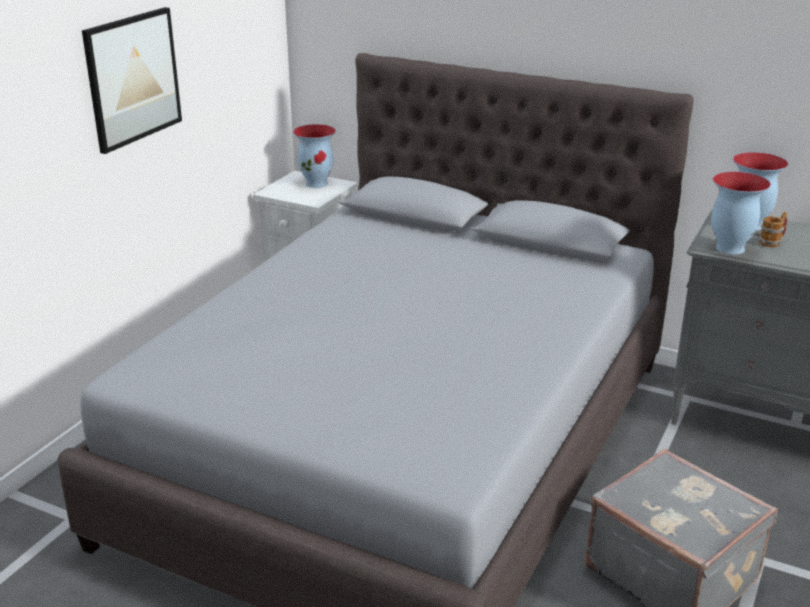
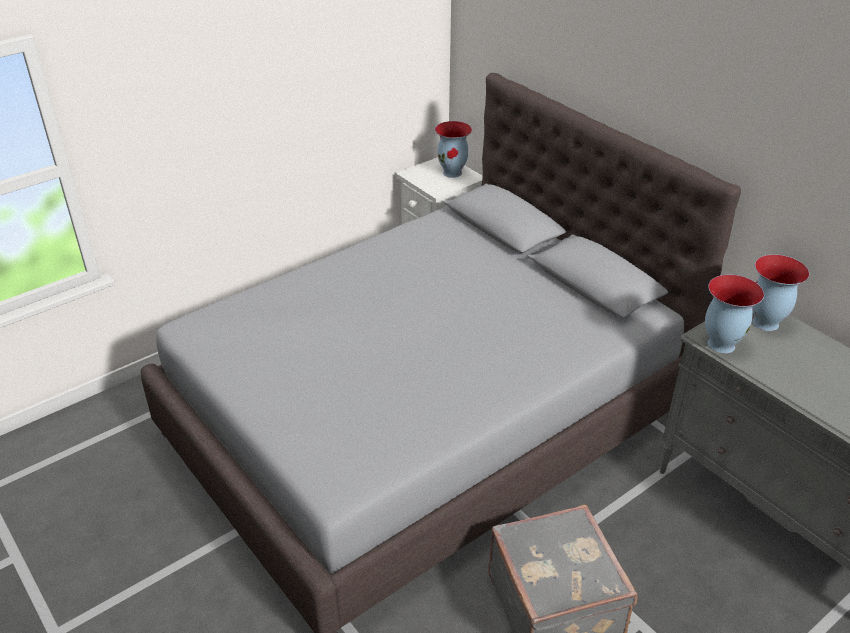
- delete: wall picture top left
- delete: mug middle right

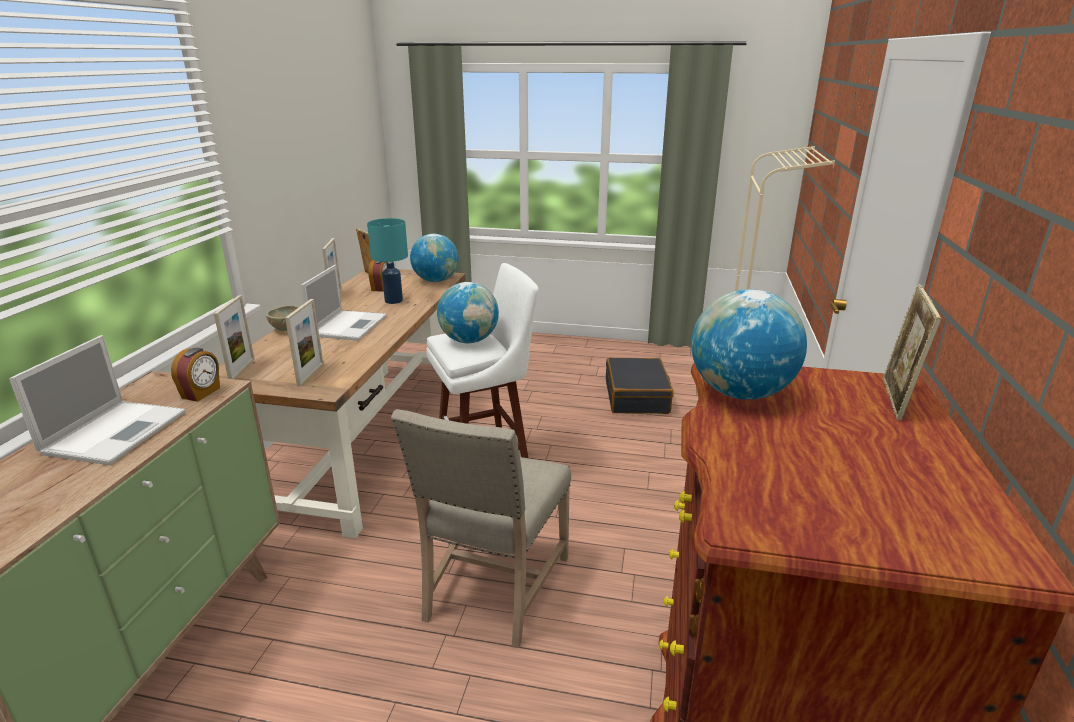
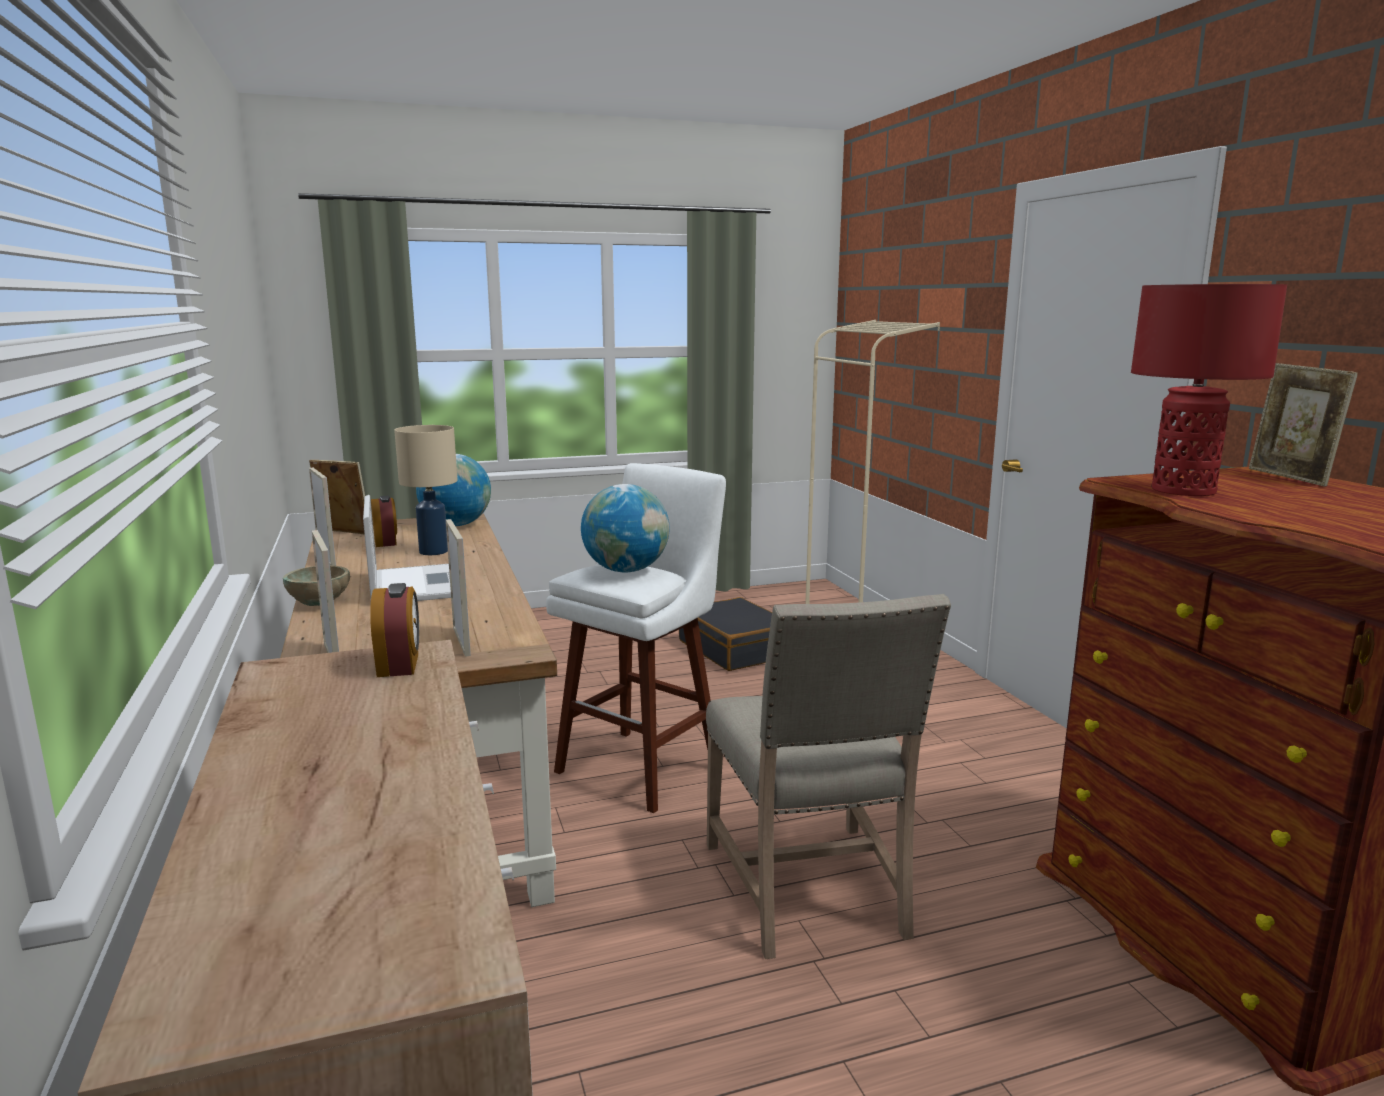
- delete: notebook computer (1st from left) middle left
- recolor: blue-green table lamp centre to beige table lamp middle left
- replace: desk globe (3rd from left) middle right to reddish table lamp middle right

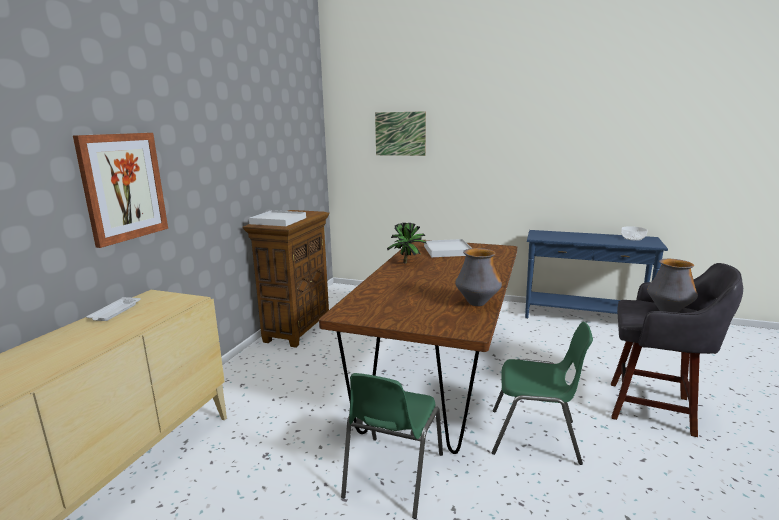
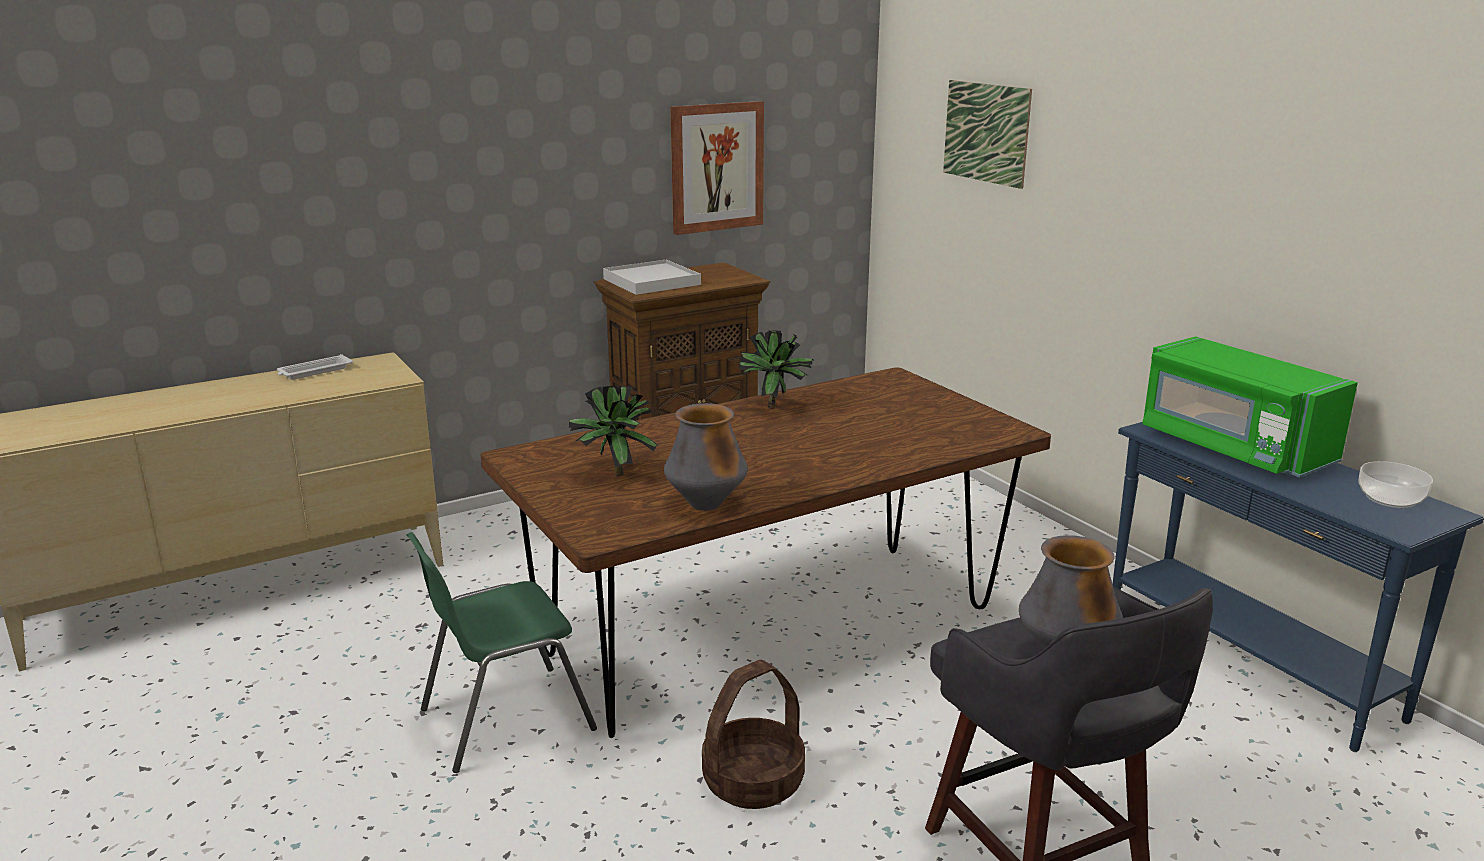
- move: wall picture (1st from left) middle left to top centre
- delete: white-coloured carrying tray (3rd from left) centre
- replace: green-coloured chair (2nd from left) bottom right to basket bottom centre
- insert: houseplant (1st from left) centre
- insert: green-coloured microwave oven middle right

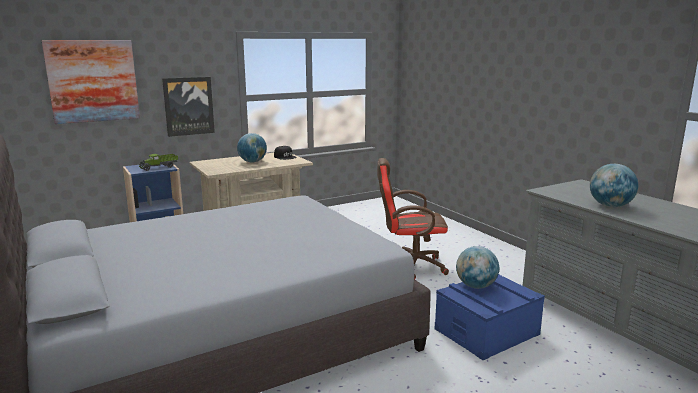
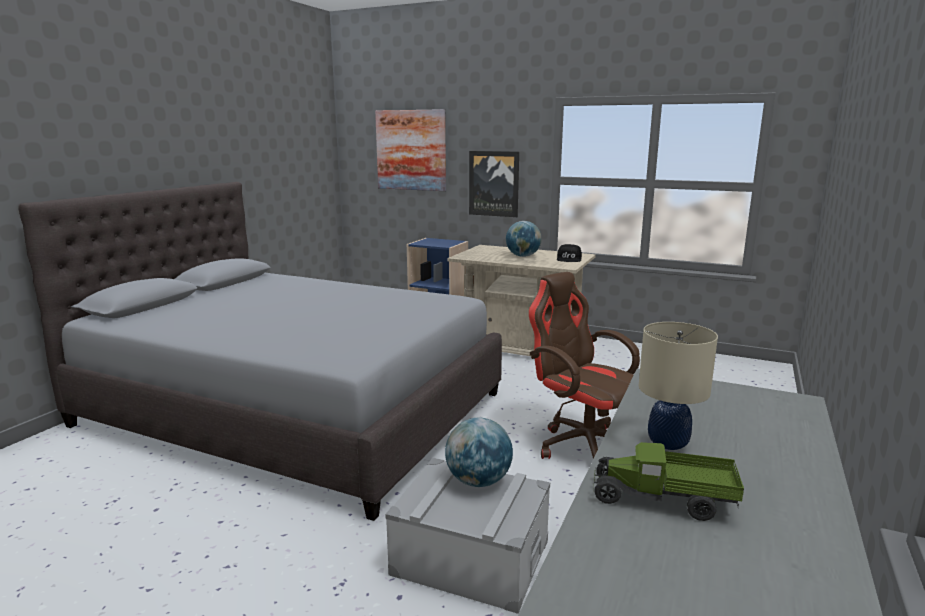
- move: toy lorry middle left to bottom right
- recolor: bluish storage box bottom right to grey storage box bottom centre
- replace: desk globe (3rd from left) middle right to beige table lamp middle right

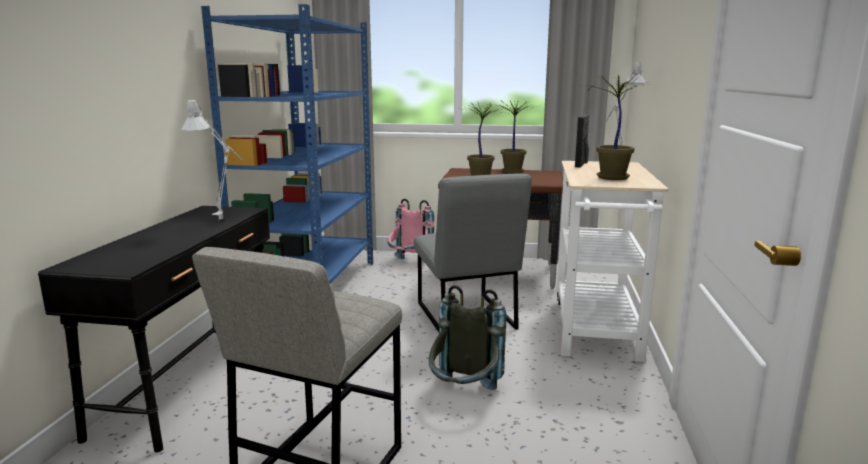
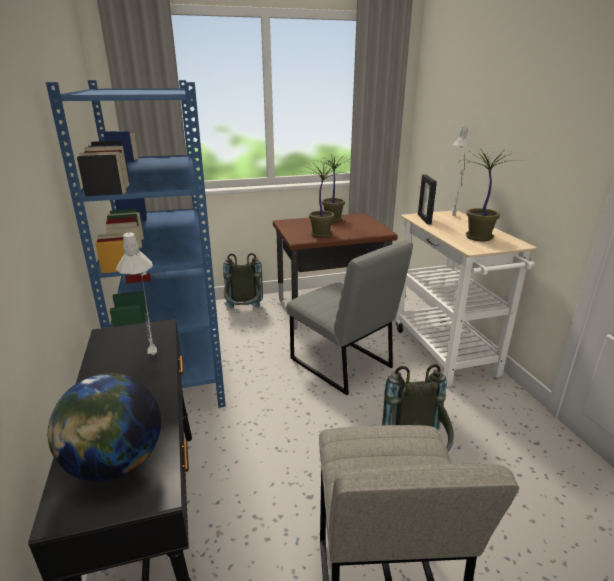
- recolor: pink-coloured rucksack centre to grey rucksack (1st from left) centre
- insert: desk globe bottom left

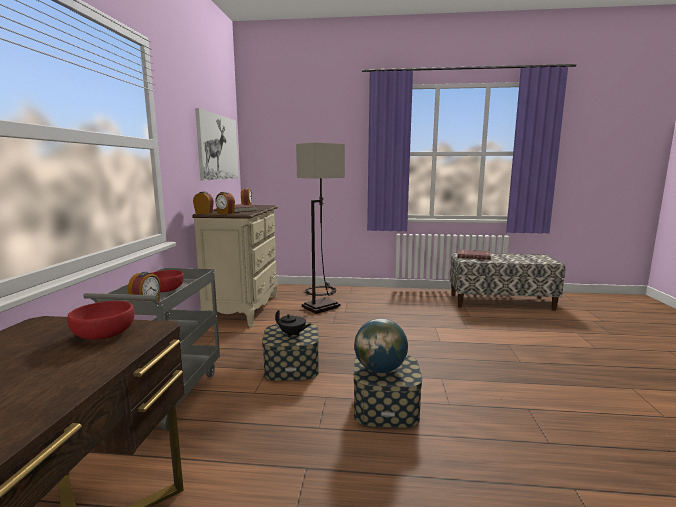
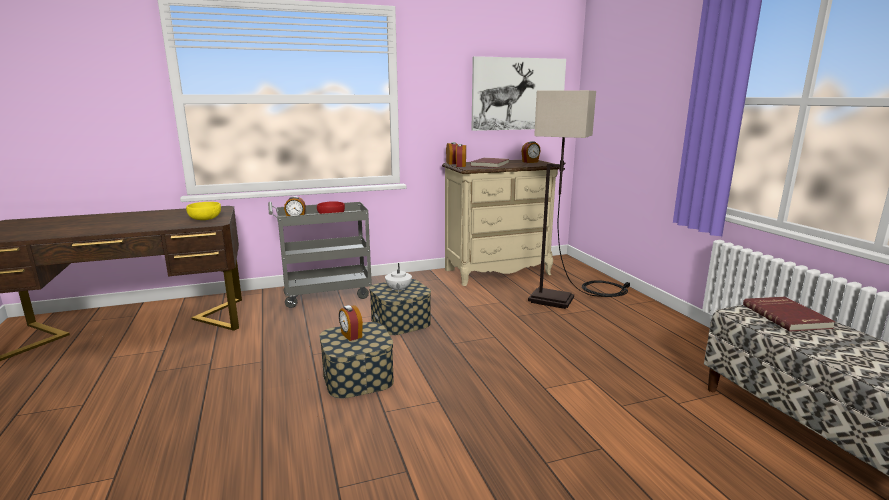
- recolor: reddish serving bowl (1st from left) middle left to yellow serving bowl middle left
- recolor: black-coloured teapot centre to white-coloured teapot centre
- replace: desk globe bottom centre to table clock (2nd from left) centre

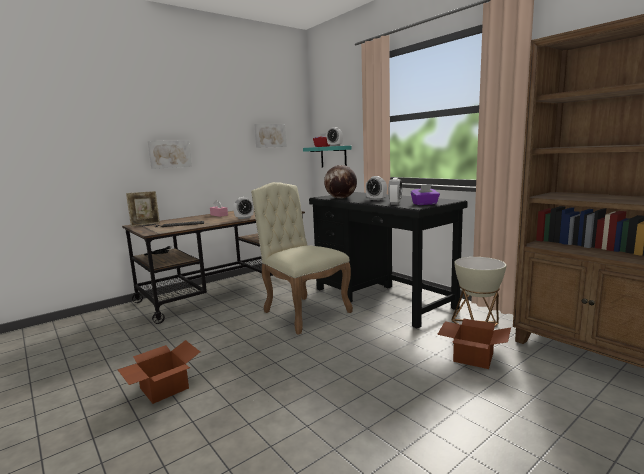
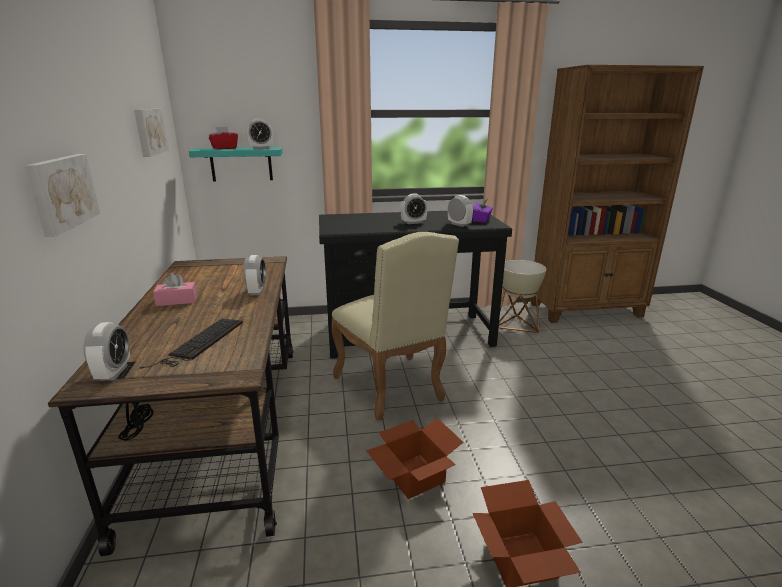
- replace: photo frame middle left to table clock (1st from left) middle left
- rotate: beige chair centre = centre 105 degrees counterclockwise
- delete: desk globe centre
- move: cardboard box (2nd from left in the first image) bottom right to cardboard box (1st from left) bottom centre

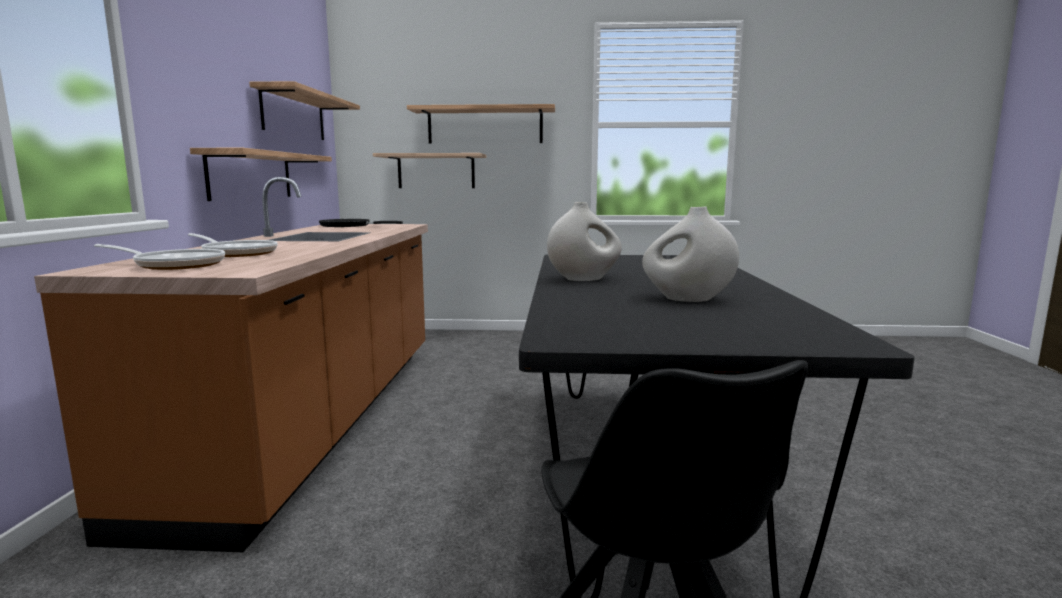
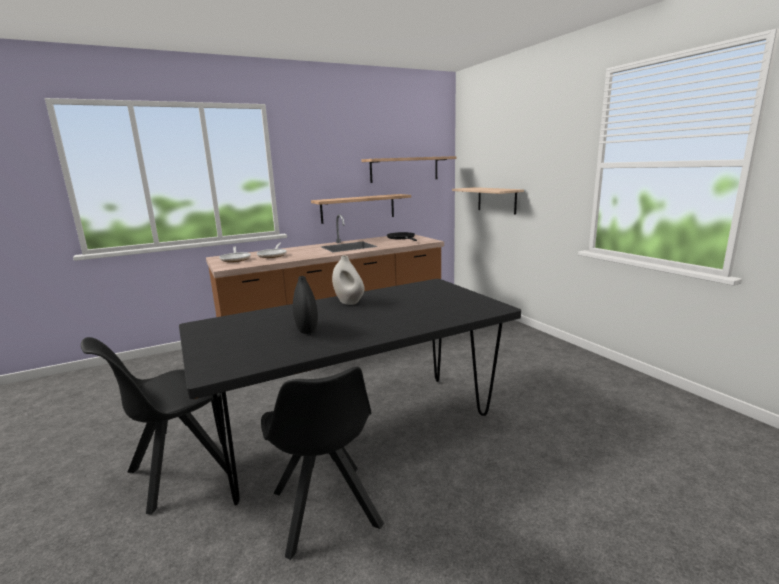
- delete: wall shelf (4th from left) top centre
- recolor: white-coloured flower vase (2nd from left) centre to black-coloured flower vase centre
- insert: black-coloured chair (2nd from left) bottom centre

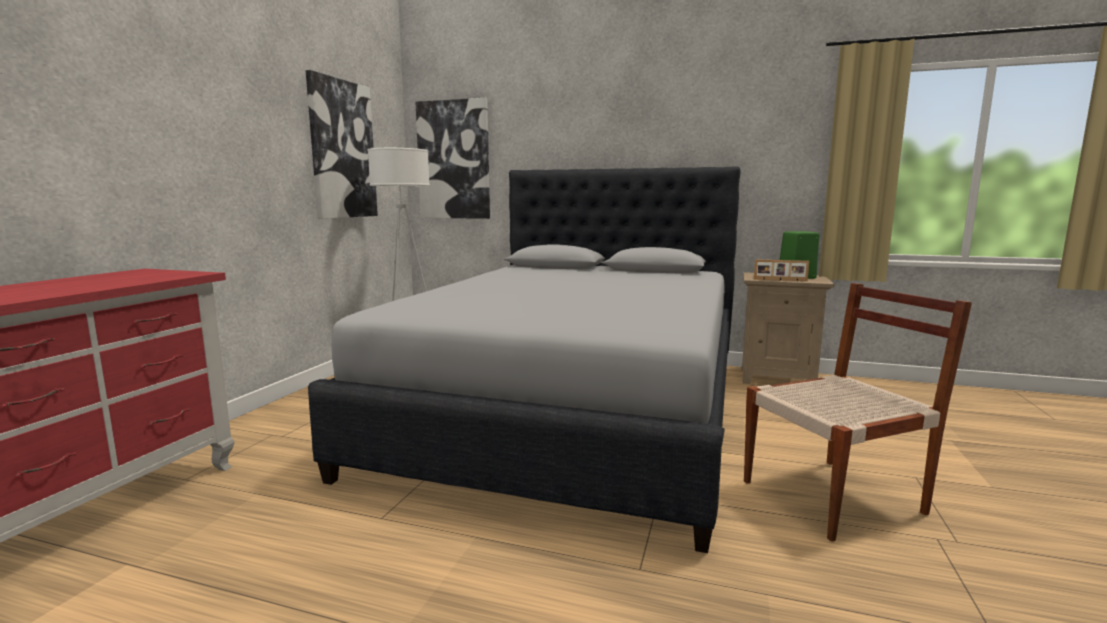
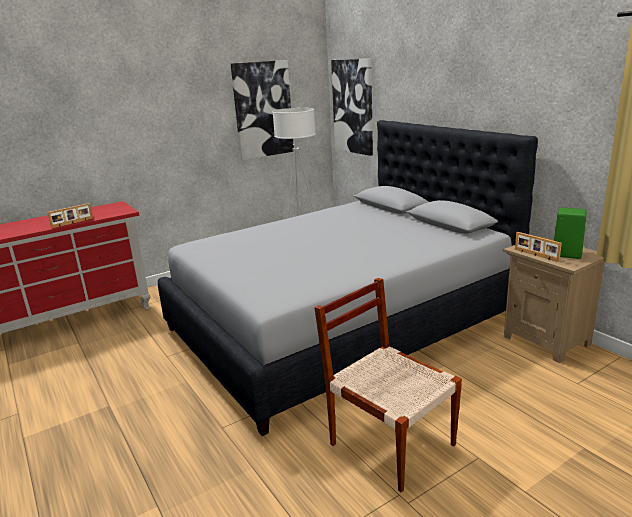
- rotate: chair middle right = bottom centre 150 degrees counterclockwise
- insert: photo frame (1st from left) middle left

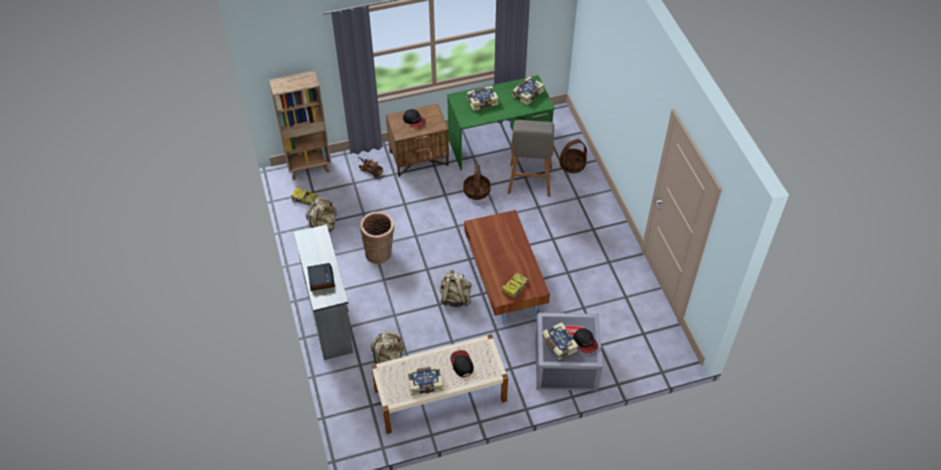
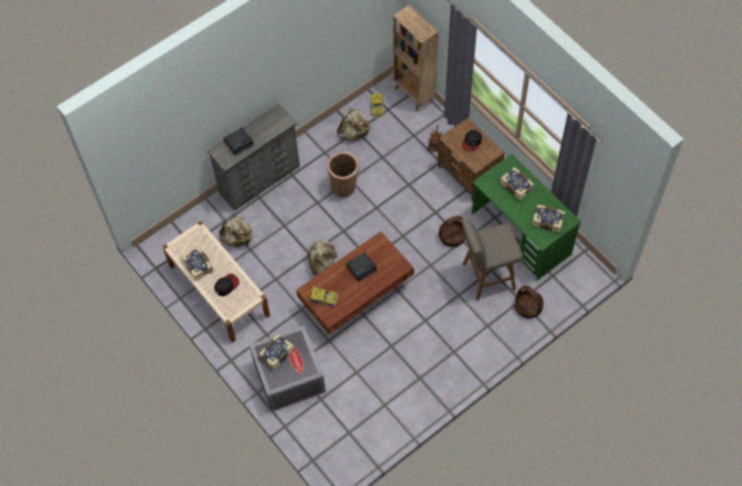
- delete: baseball cap (3rd from left) bottom centre
- insert: table clock (2nd from left) centre

